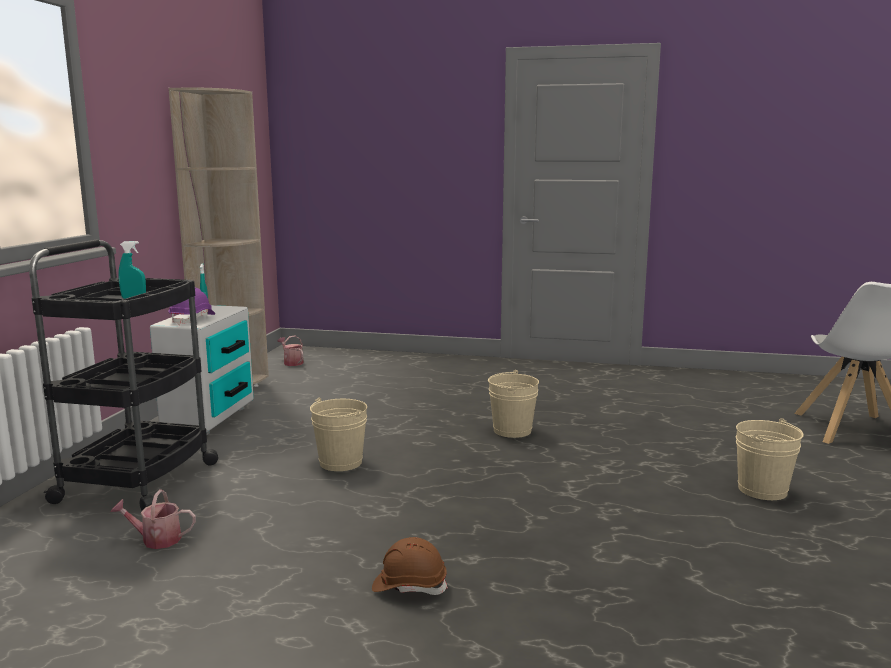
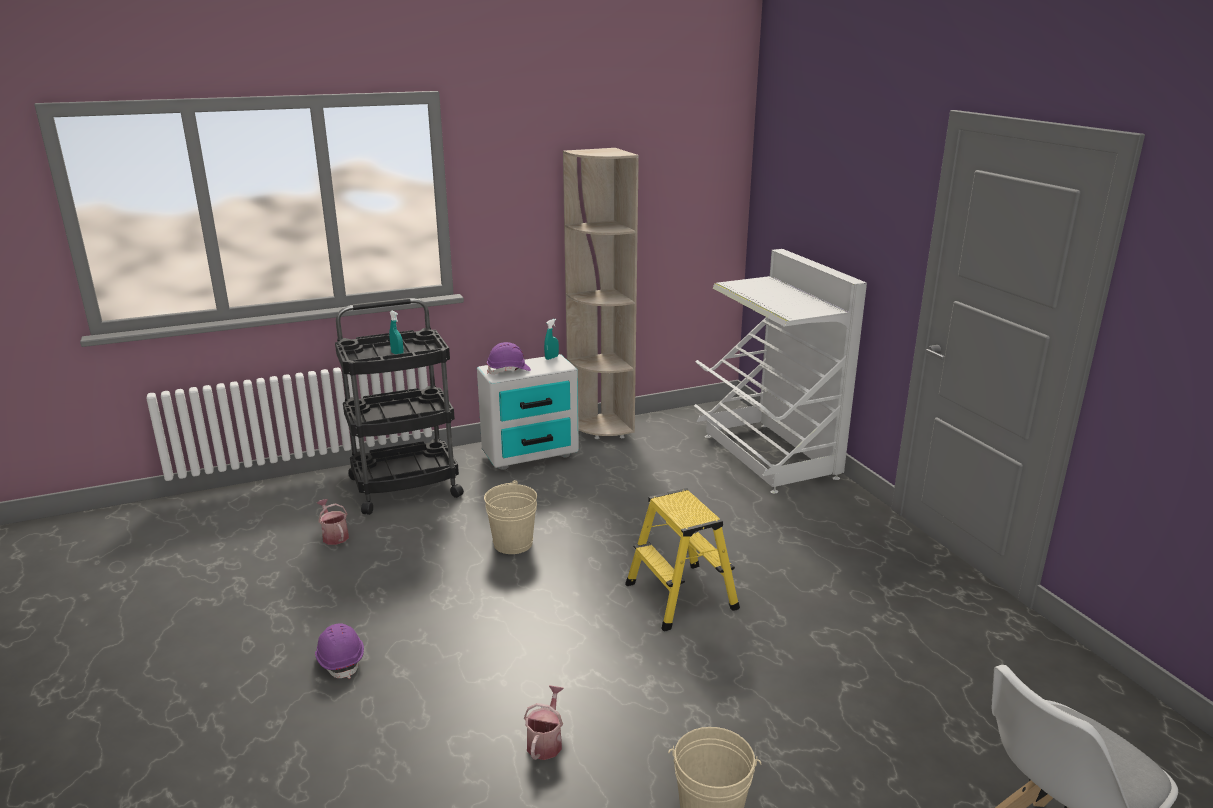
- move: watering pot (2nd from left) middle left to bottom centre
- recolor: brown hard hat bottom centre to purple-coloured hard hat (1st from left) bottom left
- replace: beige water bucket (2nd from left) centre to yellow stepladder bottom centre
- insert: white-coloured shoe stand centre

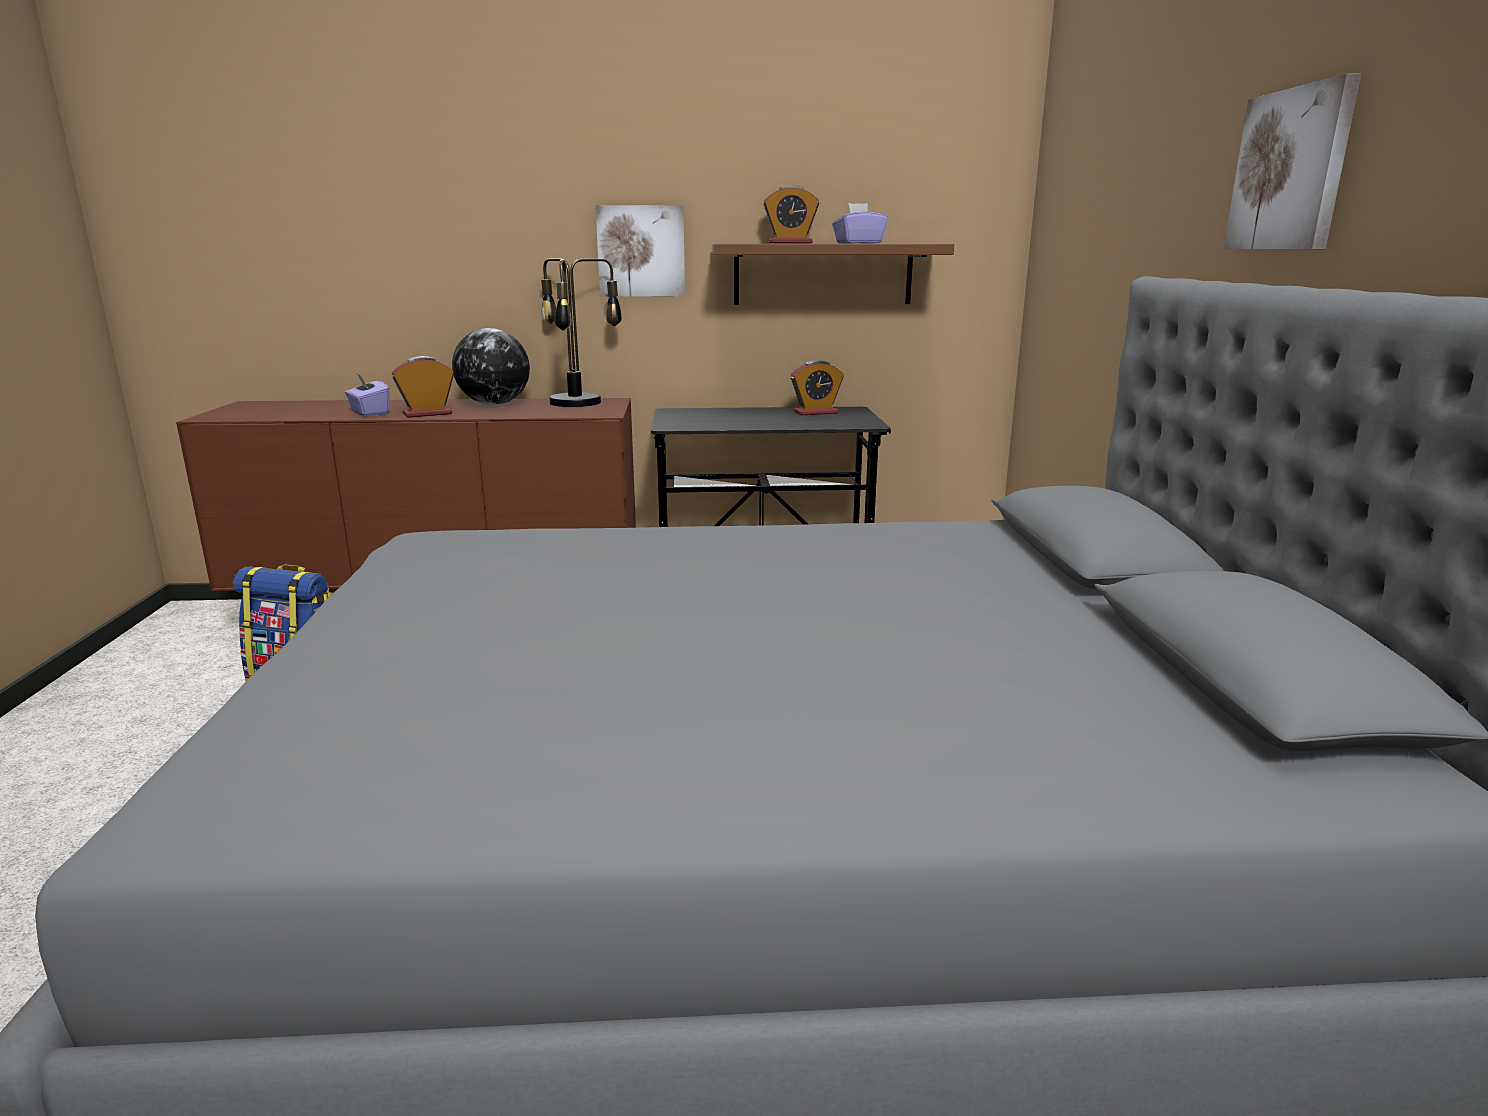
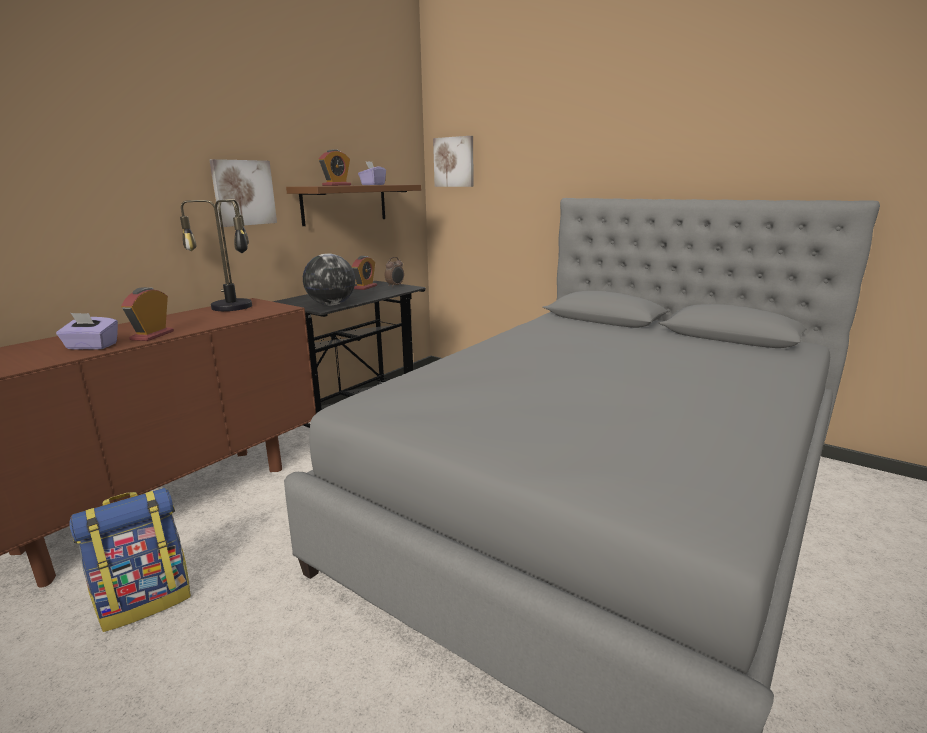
- move: desk globe top left to centre
- move: wall picture (2nd from left) top right to top centre
- insert: table clock (4th from left) centre

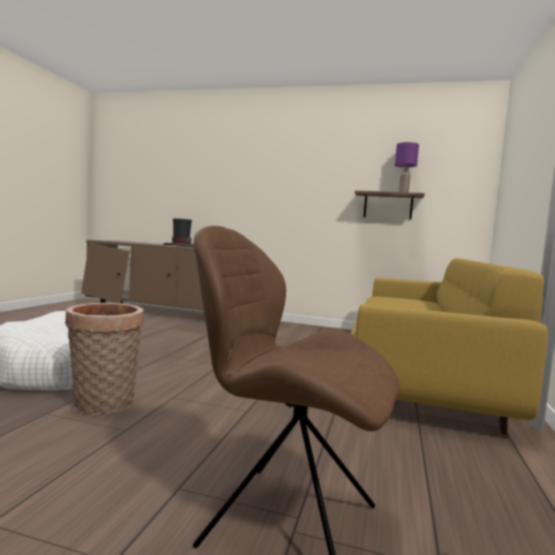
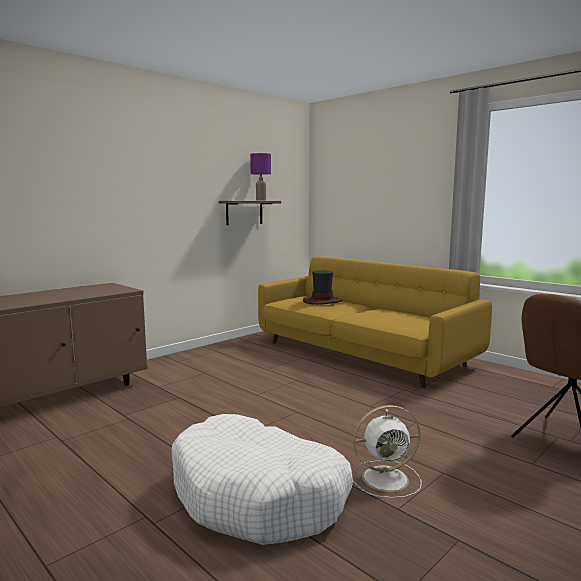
- replace: basket middle left to white-coloured cooling fan bottom centre
- move: hat middle left to centre

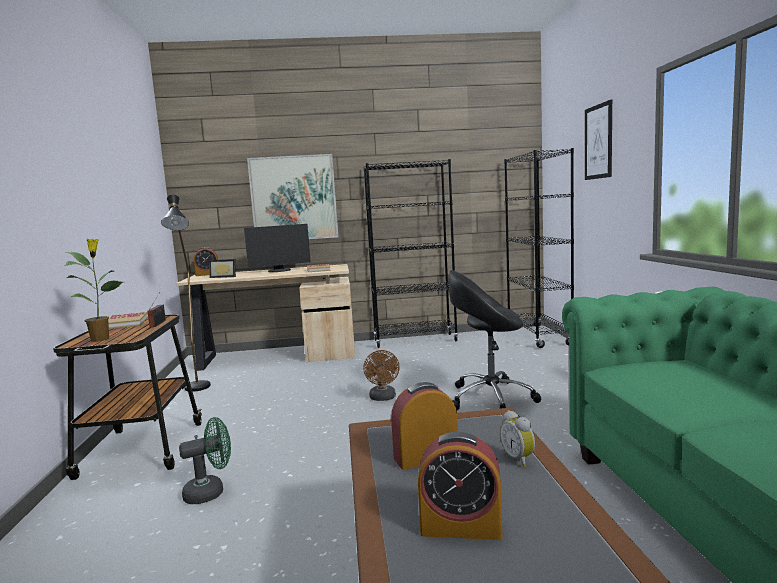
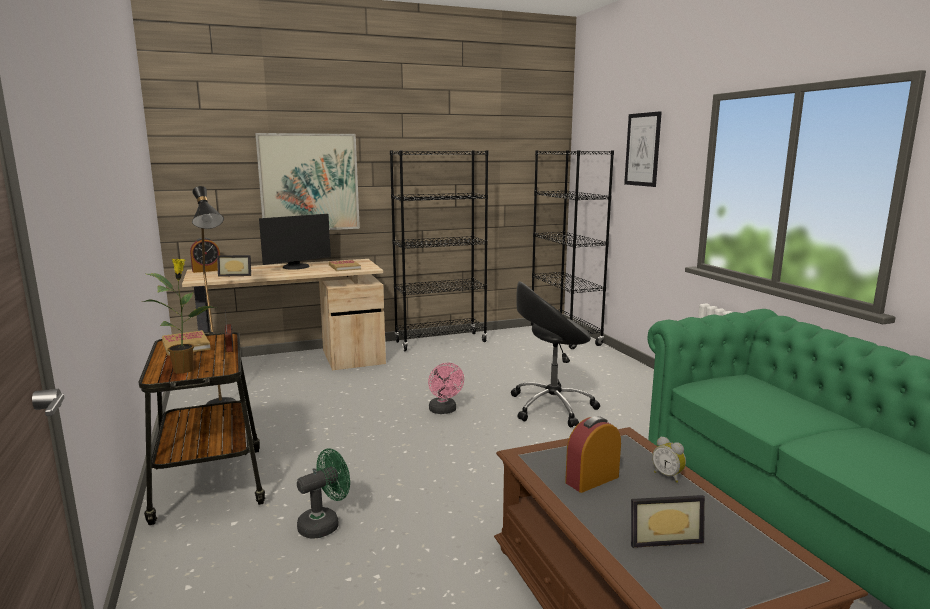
- recolor: brown cooling fan centre to pink-coloured cooling fan centre
- replace: table clock (3rd from left) bottom centre to photo frame (2nd from left) bottom right

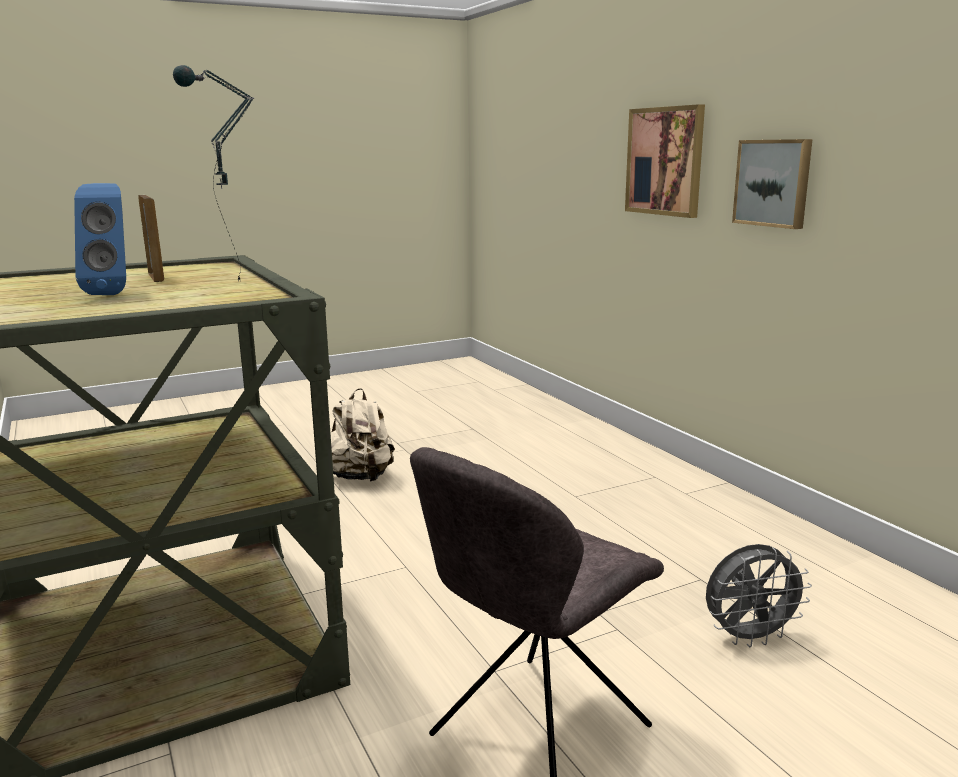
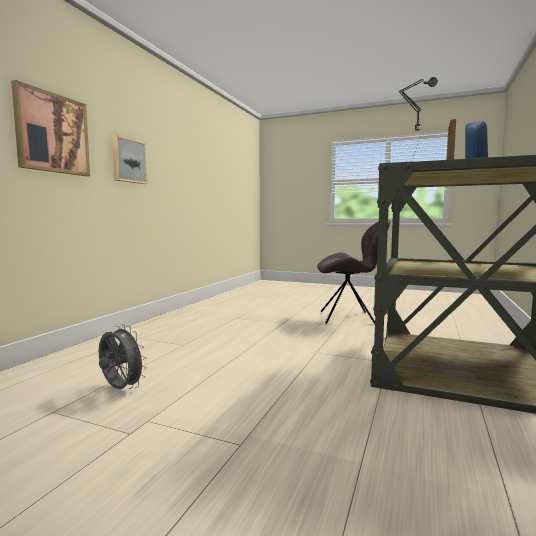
- delete: beige rucksack centre
- move: grey cooling fan bottom right to middle left

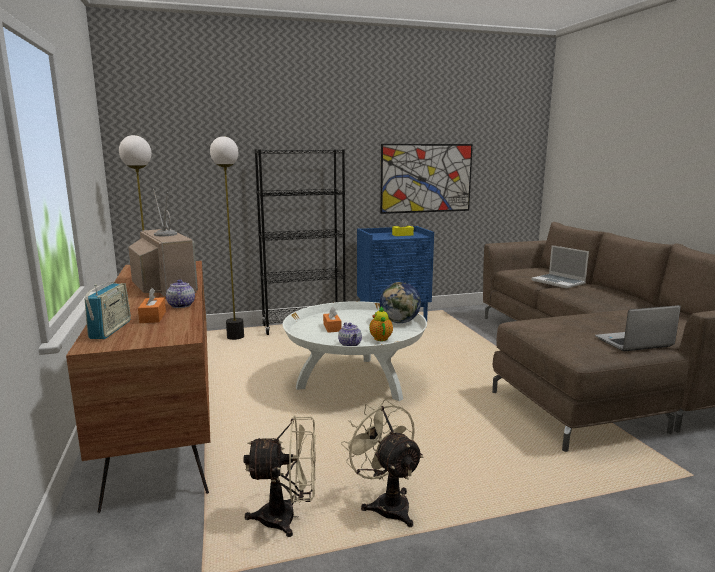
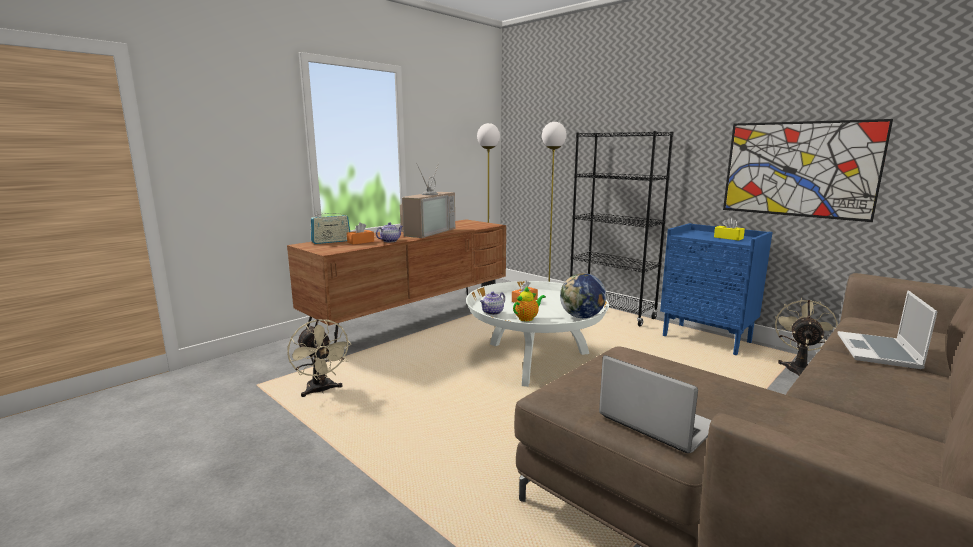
- move: beige cooling fan (2nd from left) bottom centre to middle right

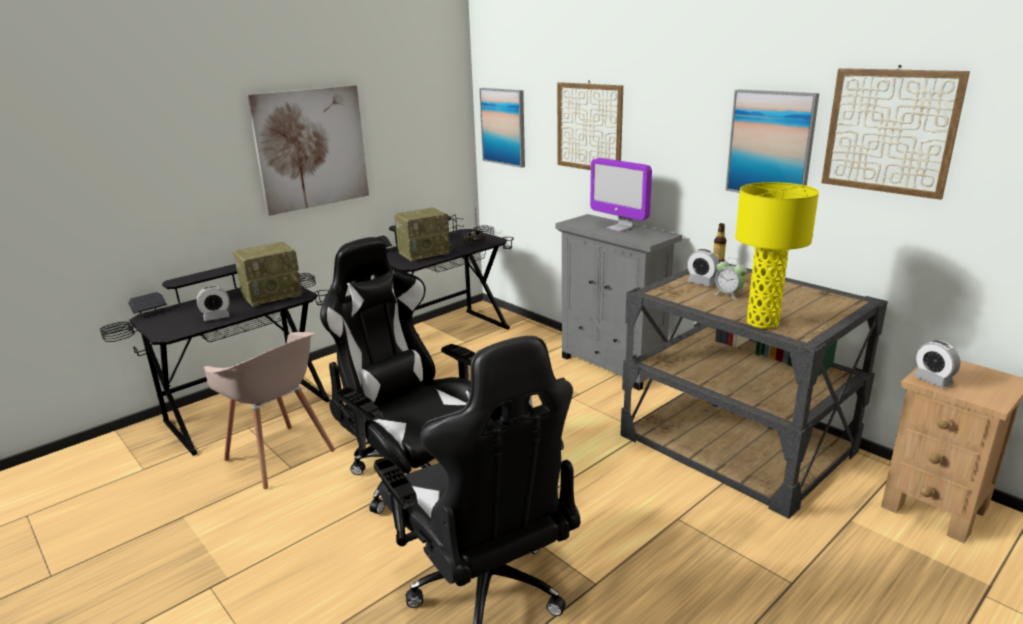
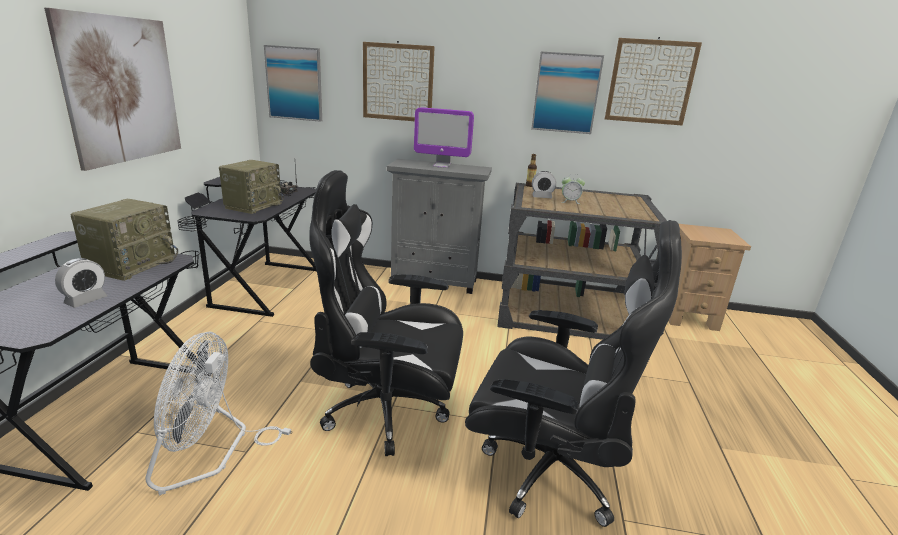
- replace: beige chair middle left to white-coloured cooling fan bottom left
- delete: yellow table lamp middle right
- delete: table clock (4th from left) middle right

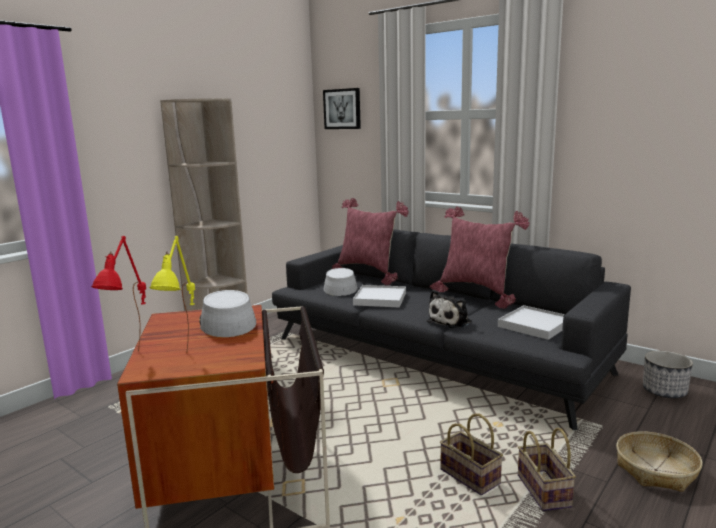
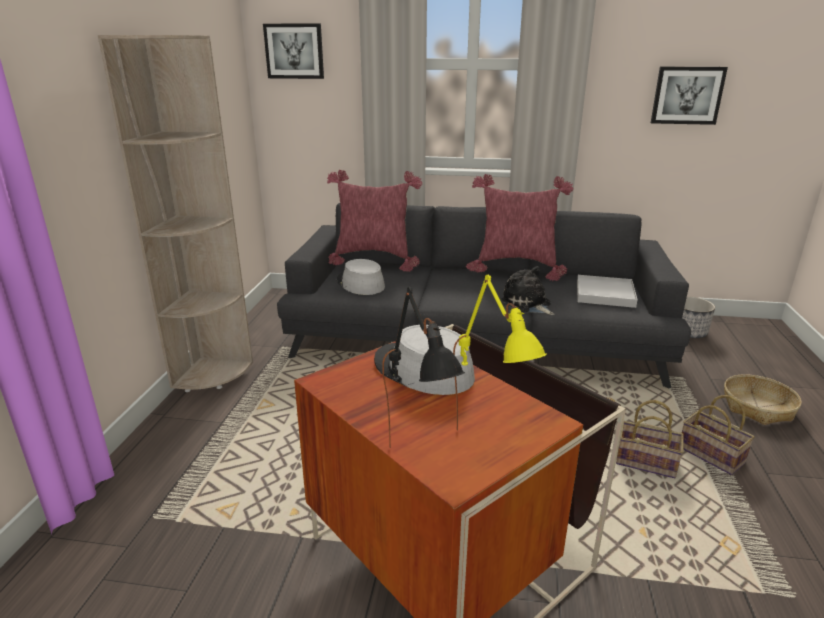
- recolor: reddish table lamp middle left to black-coloured table lamp centre
- delete: white-coloured carrying tray (1st from left) centre
- rotate: plush toy centre = centre 135 degrees clockwise
- insert: wall picture (2nd from left) top right

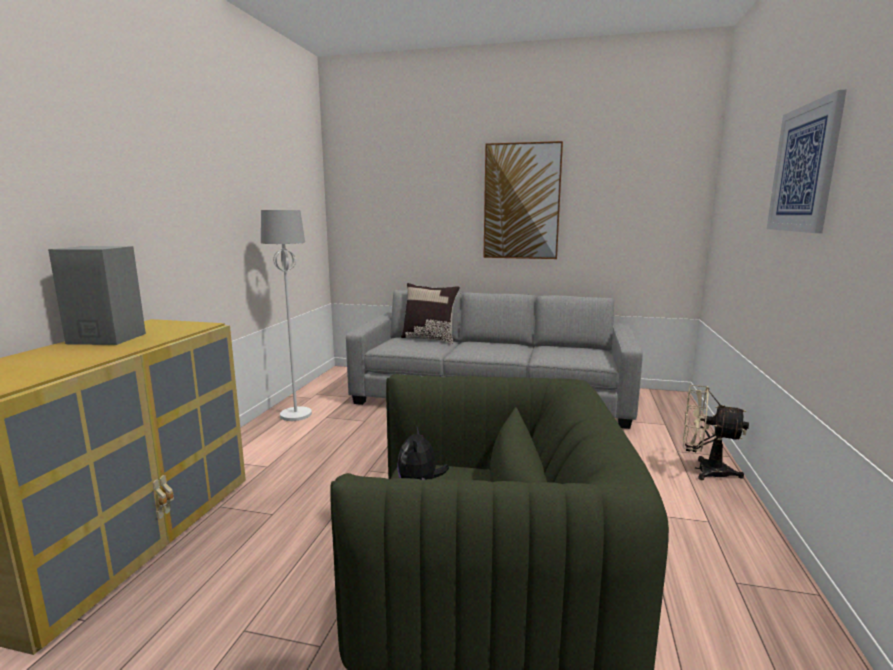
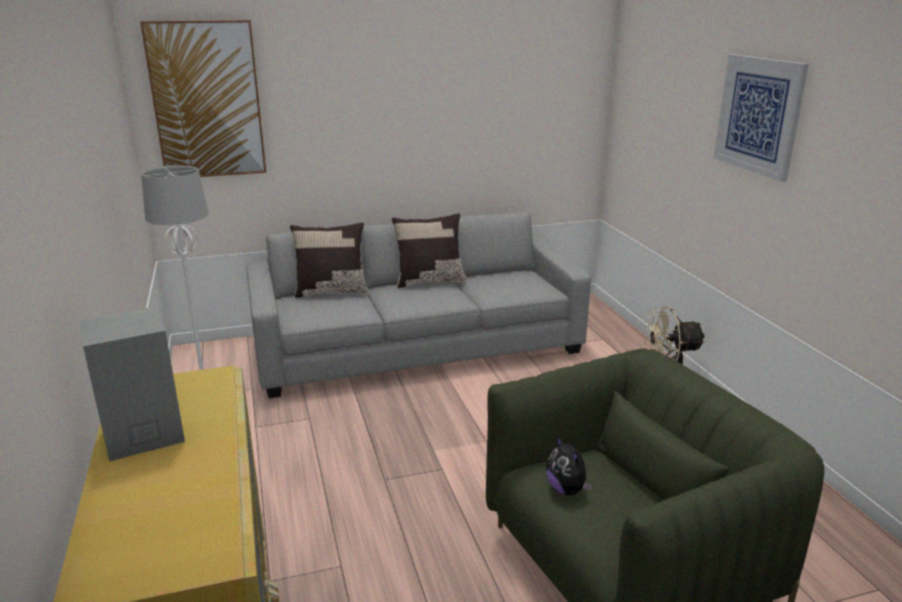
- move: wall picture (1st from left) top centre to top left
- insert: pillow (2nd from left) centre

